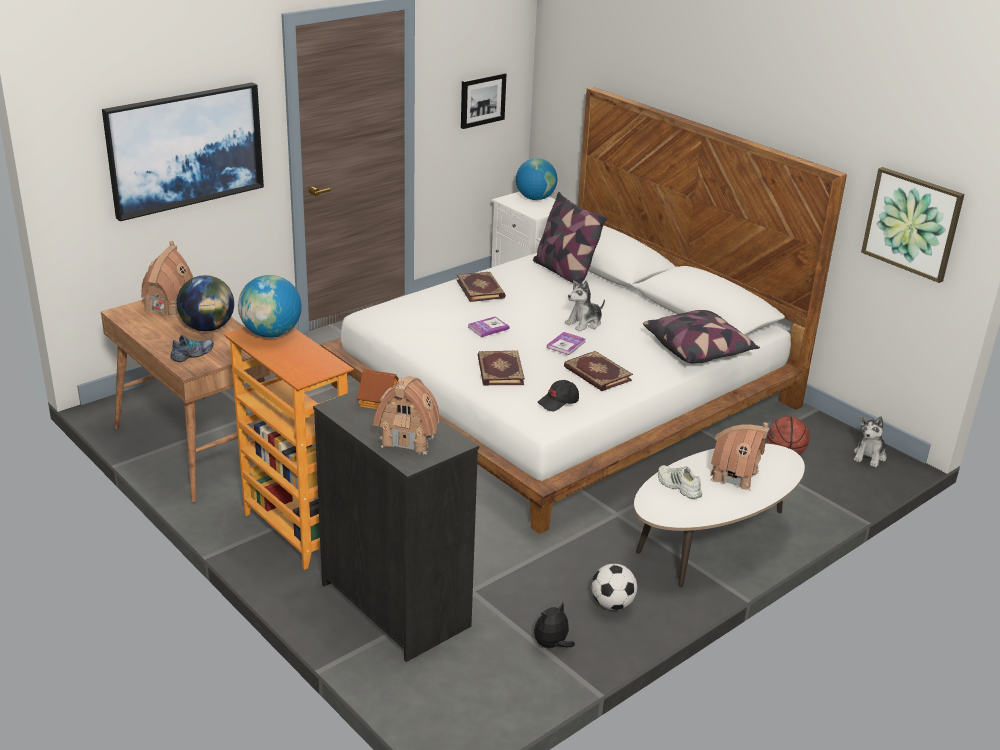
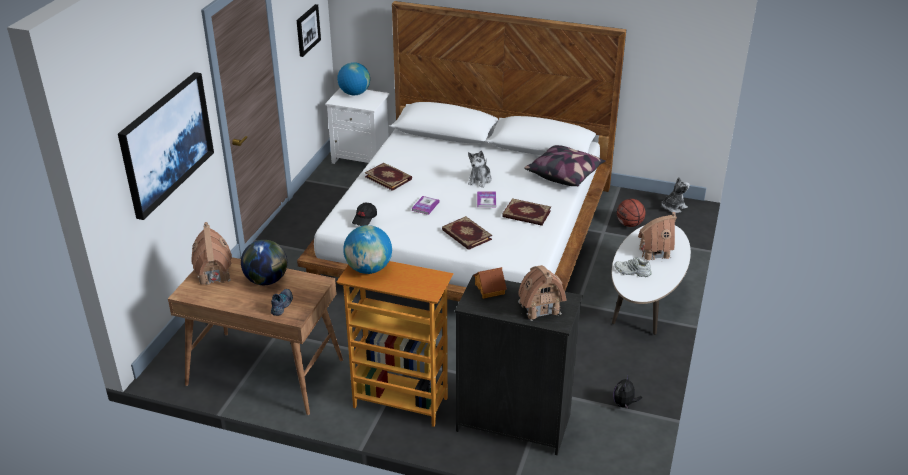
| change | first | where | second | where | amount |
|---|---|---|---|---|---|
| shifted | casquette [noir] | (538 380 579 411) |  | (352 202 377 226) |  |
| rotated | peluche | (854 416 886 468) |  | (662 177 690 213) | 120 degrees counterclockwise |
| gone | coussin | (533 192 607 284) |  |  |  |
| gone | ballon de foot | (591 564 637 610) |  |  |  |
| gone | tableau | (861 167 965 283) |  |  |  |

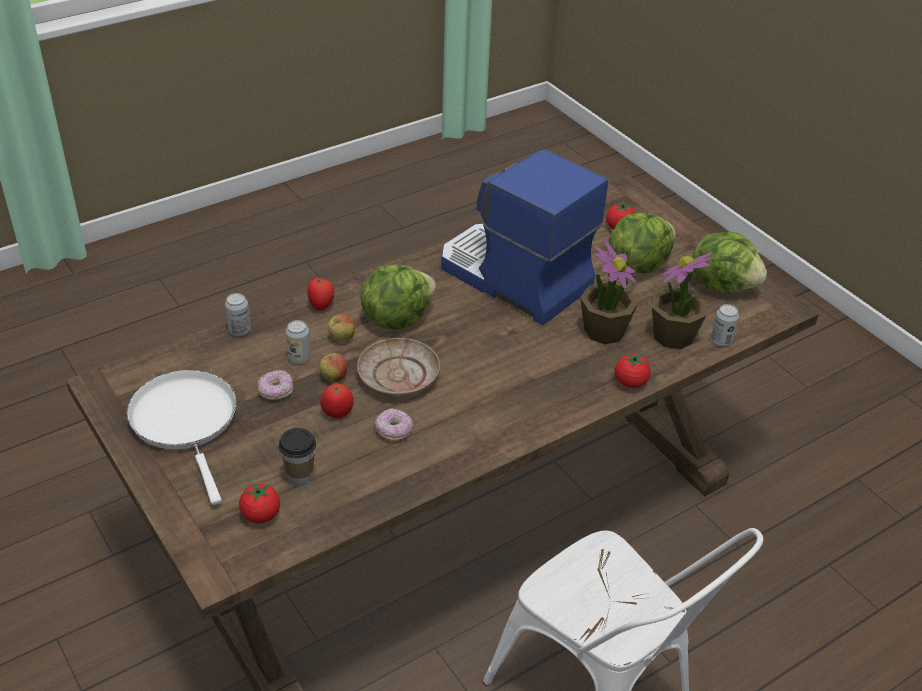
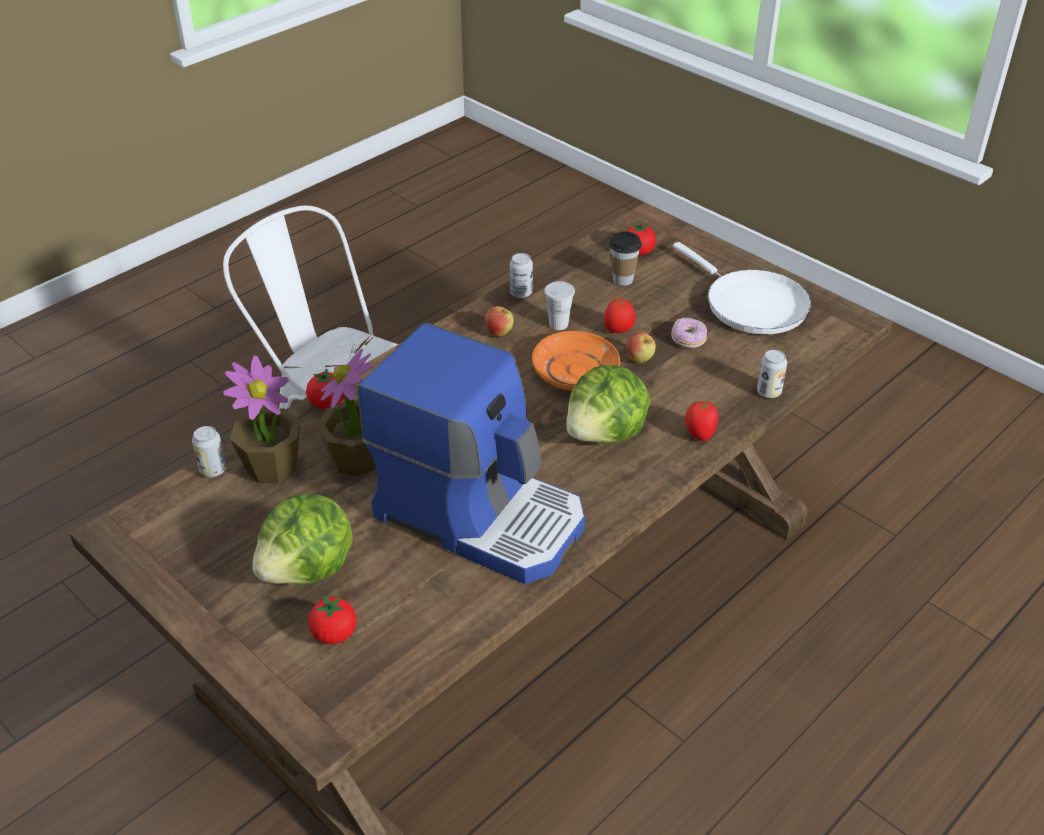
| change | first | where | second | where | amount |
|---|---|---|---|---|---|
| shifted | pomme | (328 314 355 342) |  | (485 306 514 336) |  |
| shifted | boîte métallique | (286 320 311 364) |  | (510 253 533 298) |  |
| repainted | assiette [beige] | (357 338 440 397) | assiette [orange] | (532 331 620 391) |  |
| swapped | beignet | (375 408 413 441) | tasse [blanc] | (544 281 575 330) |  |
| gone | laitue | (692 232 767 293) |  |  |  |

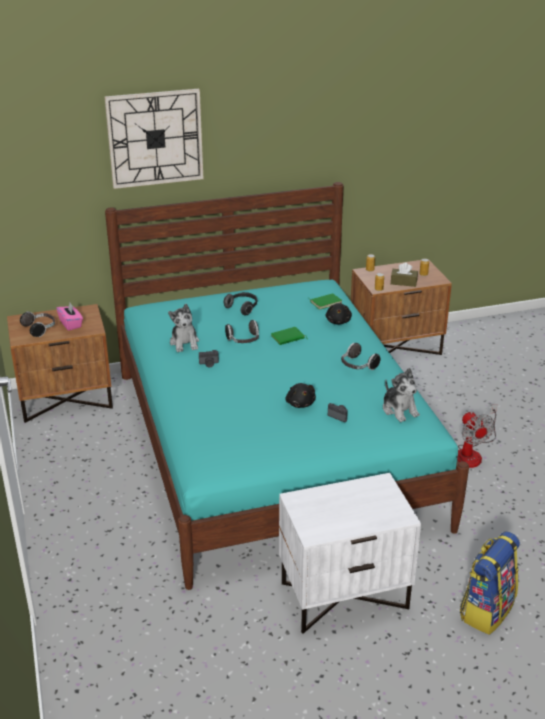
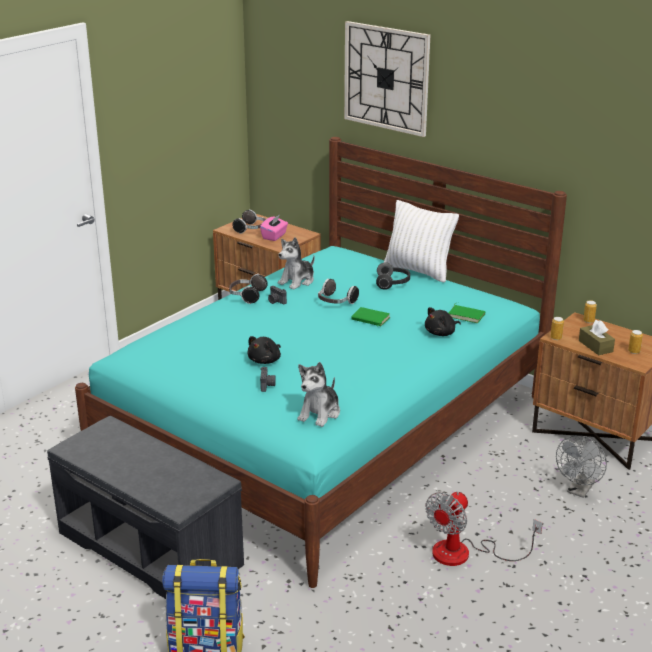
| change | first | where | second | where | amount |
|---|---|---|---|---|---|
| swapped | table de chevet [blanc] | (279 473 421 634) | banc [gris] | (47 416 244 599) |  |
| shifted | casque audio | (341 343 380 370) |  | (229 274 268 304) |  |
| new |  |  | coussin [blanc] | (384 200 459 283) |  |
| new |  |  | ventilateur [gris] | (556 435 607 498) |  |

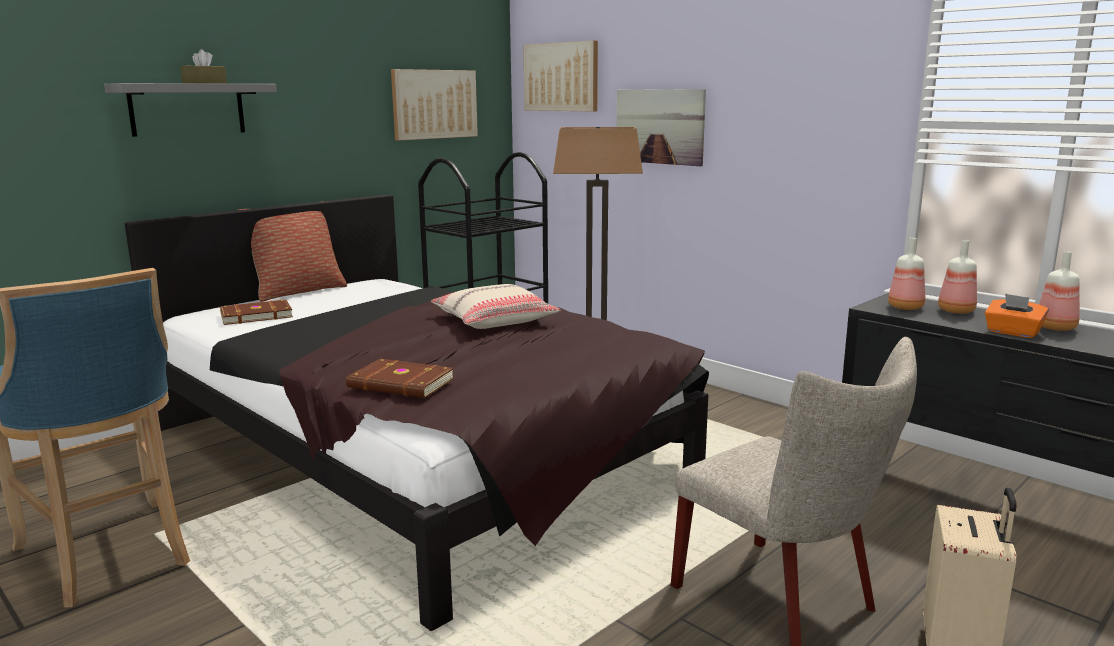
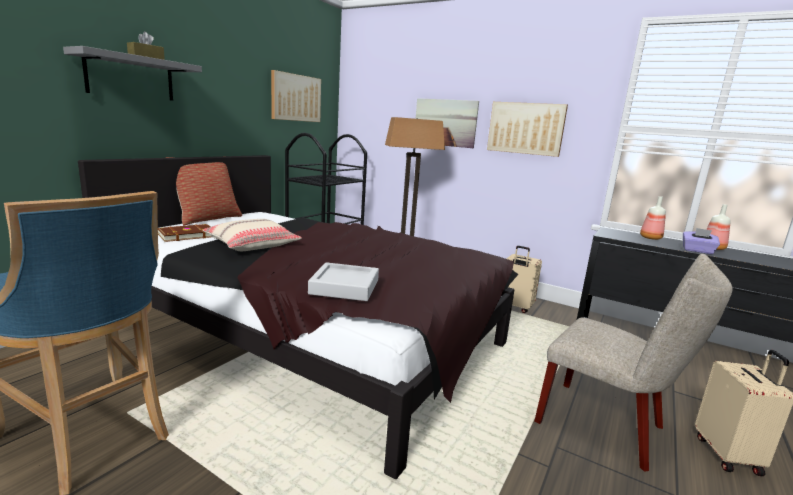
| change | first | where | second | where | amount |
|---|---|---|---|---|---|
| shifted | coussin [beige] | (431 284 560 329) |  | (203 219 302 251) |  |
| swapped | livre [marron] | (346 359 454 398) | plateau [gris] | (308 262 379 301) |  |
| shifted | tableau | (523 40 598 111) |  | (487 102 568 157) |  |
| new |  |  | valise [beige] | (506 246 542 313) |  |
| repainted | boîte à mouchoirs [orange] | (985 293 1049 338) | boîte à mouchoirs [violet] | (683 228 720 254) |  |
| gone | bouteille | (888 238 925 310) |  |  |  |

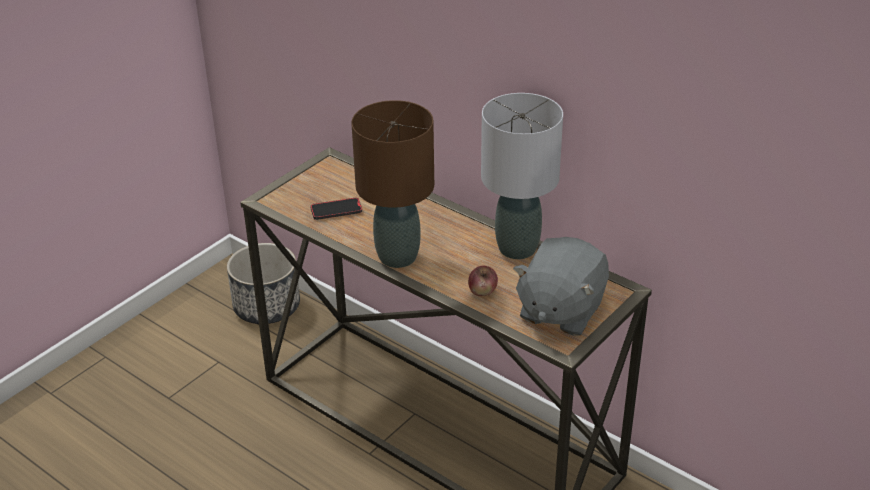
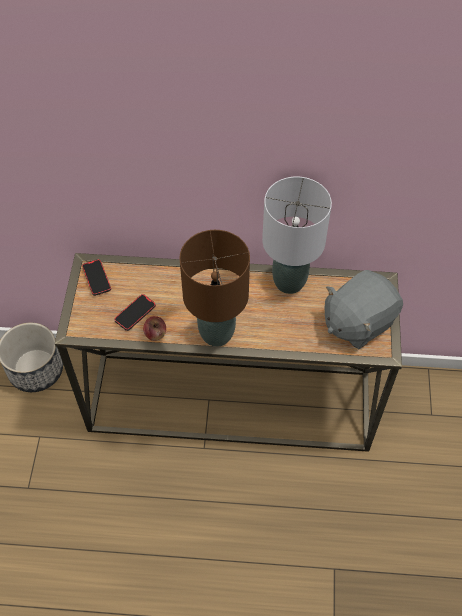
| change | first | where | second | where | amount |
|---|---|---|---|---|---|
| new |  |  | téléphone | (82 259 111 296) |  |
| shifted | pomme | (468 266 498 296) |  | (143 316 166 341) |  |
| rotated | peluche [gris] | (513 237 609 336) |  | (325 270 403 349) | 60 degrees clockwise |

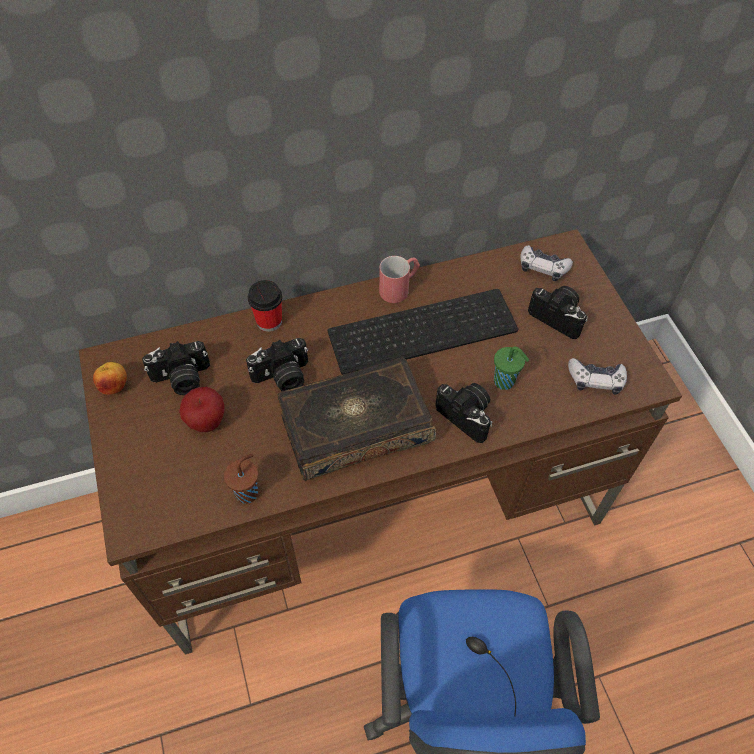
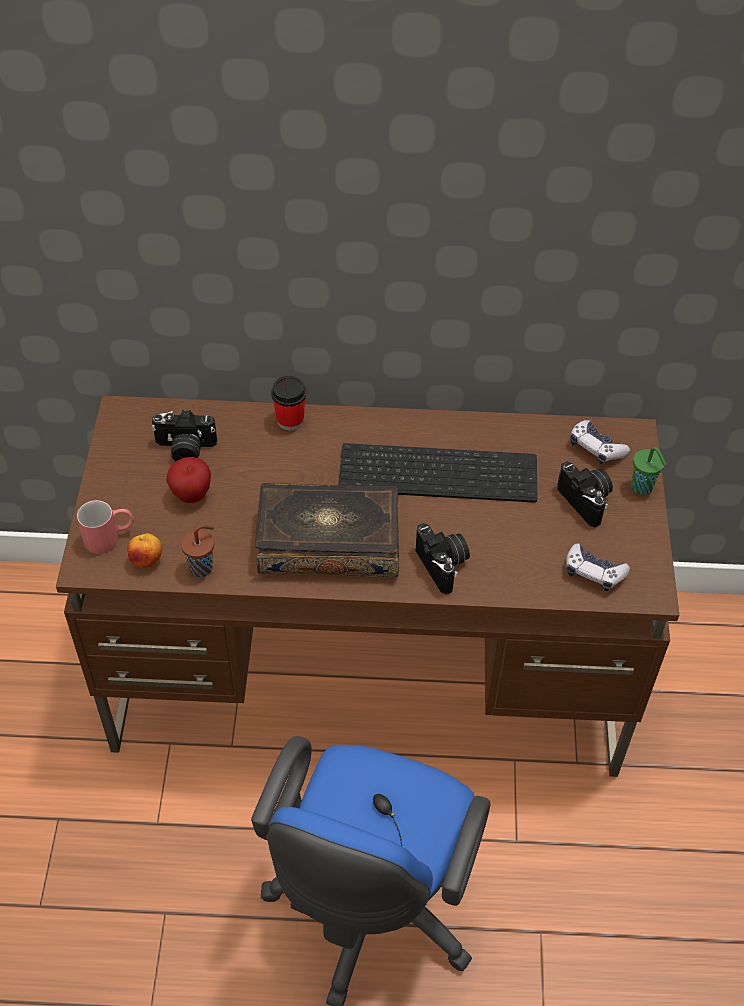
| change | first | where | second | where | amount |
|---|---|---|---|---|---|
| shifted | mug [rouge] | (379 256 420 303) |  | (77 500 134 554) |  |
| shifted | pomme | (93 362 127 395) |  | (127 533 162 568) |  |
| shifted | tasse [vert] | (494 347 529 390) |  | (631 447 666 495) |  |
| gone | appareil photo | (246 338 308 391) |  |  |  |

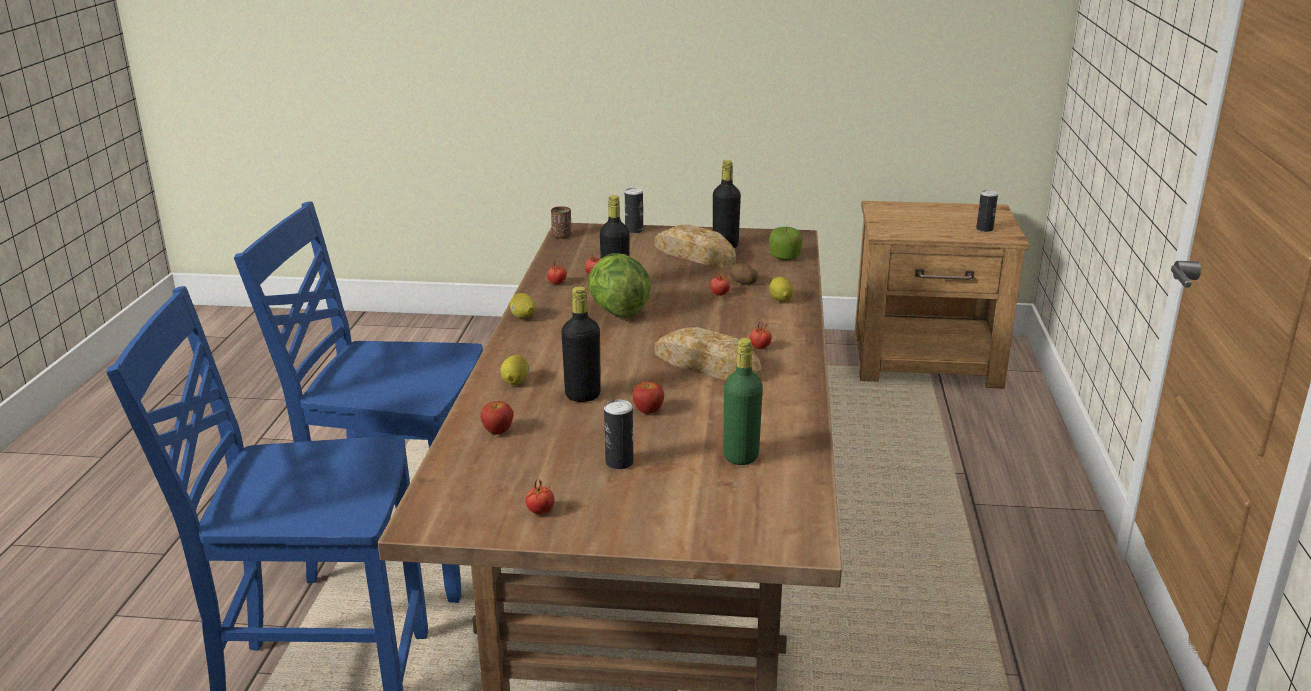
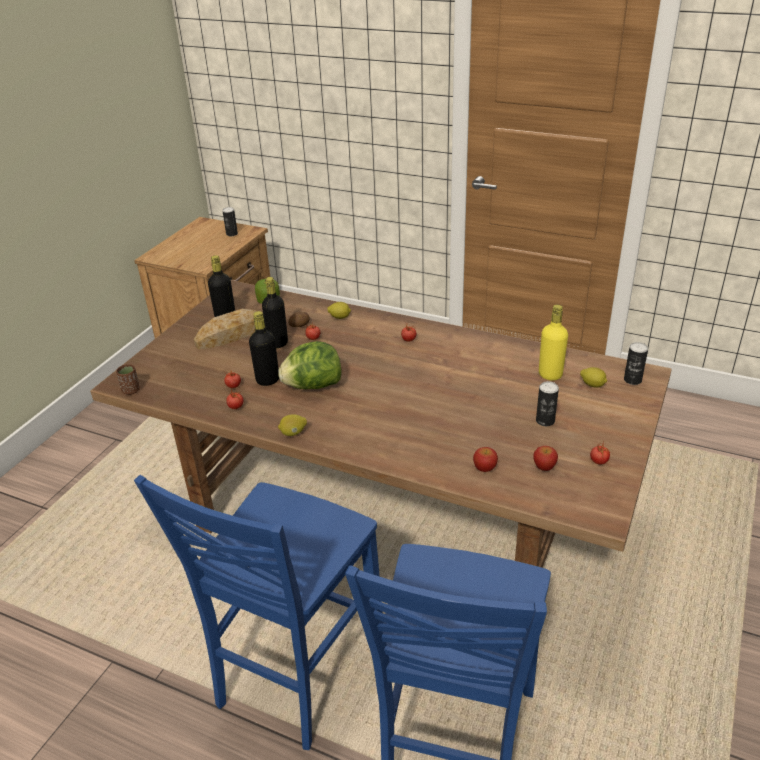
| change | first | where | second | where | amount |
|---|---|---|---|---|---|
| shifted | bouteille [noir] | (561 286 601 402) |  | (262 277 288 348) |  |
| shifted | pomme | (632 382 664 414) |  | (533 446 558 471) |  |
| repainted | bouteille [vert] | (723 338 763 465) | bouteille [jaune] | (539 305 568 380) |  |
| shifted | citron | (501 355 529 385) |  | (580 367 607 388) |  |
| shifted | boîte métallique | (625 188 643 234) |  | (624 342 648 385) |  |
| gone | pain | (655 327 762 381) |  |  |  |

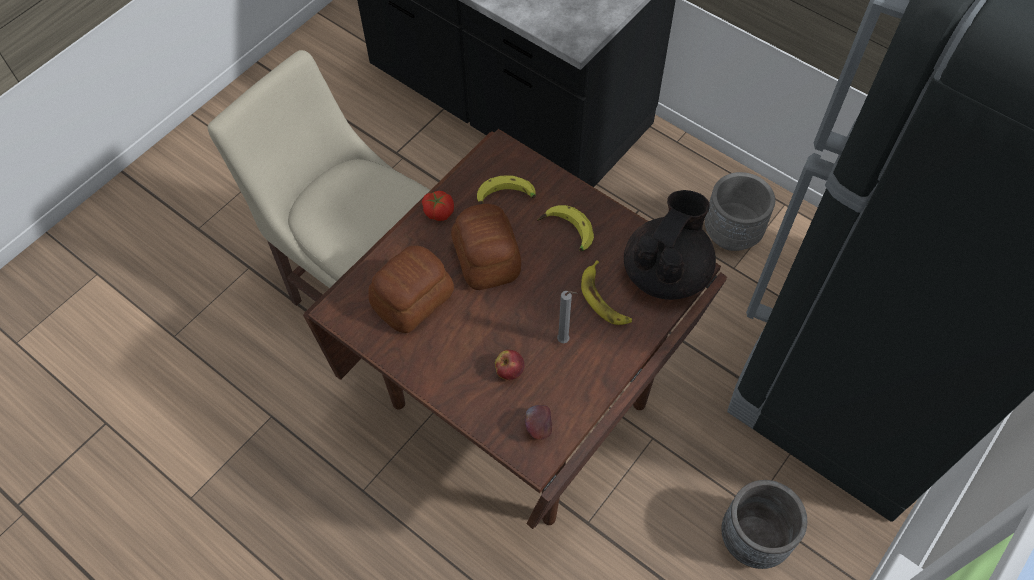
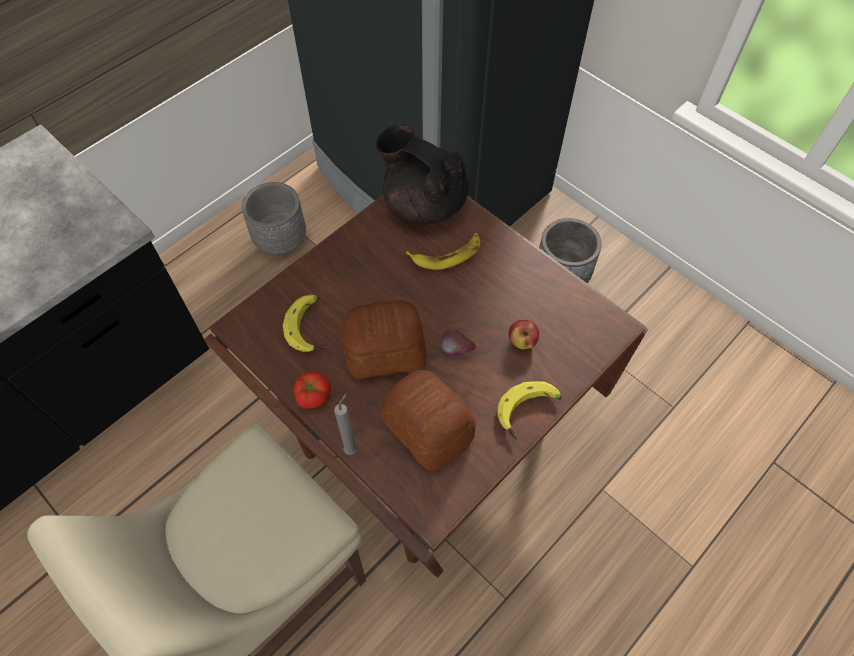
| change | first | where | second | where | amount |
|---|---|---|---|---|---|
| shifted | bougie [gris] | (557 291 578 343) |  | (334 393 357 455) |  |
| shifted | pomme | (525 405 552 440) |  | (439 330 476 356) |  |
| shifted | banane | (537 205 594 251) |  | (497 381 562 440) |  |

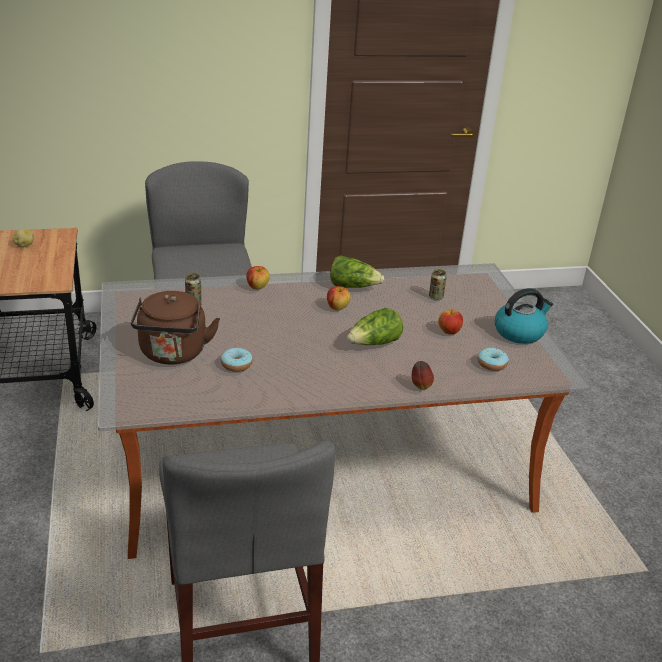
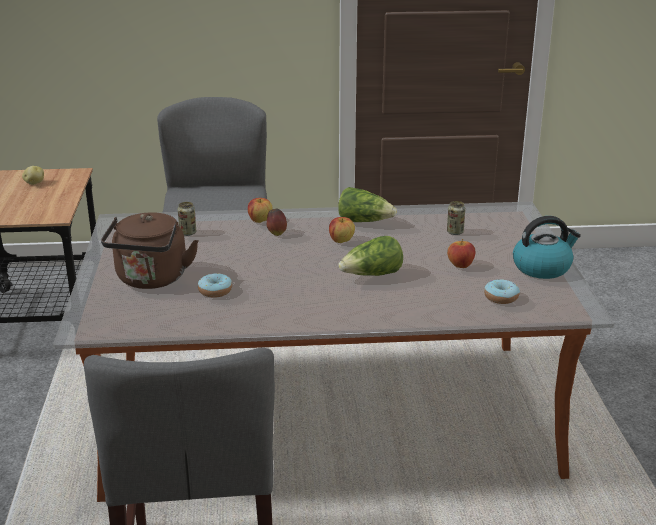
| change | first | where | second | where | amount |
|---|---|---|---|---|---|
| shifted | pomme | (412 361 434 390) |  | (267 208 287 236) |  |

